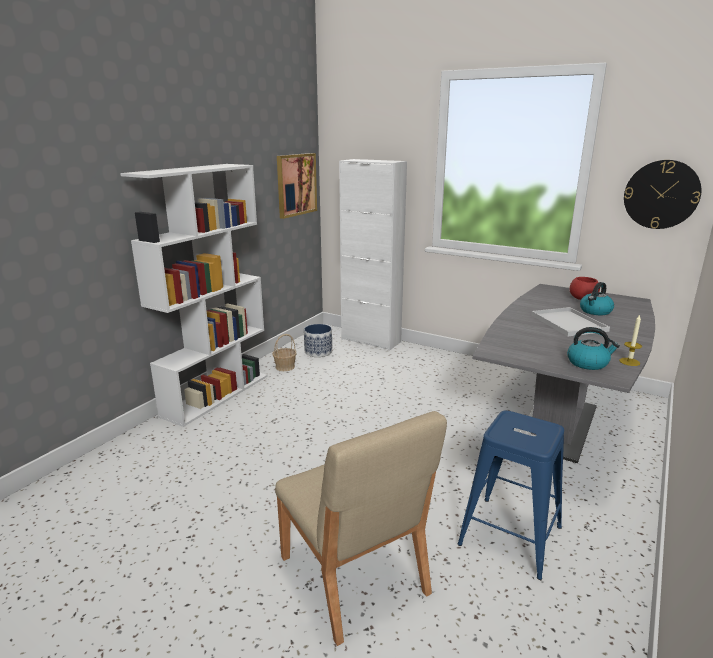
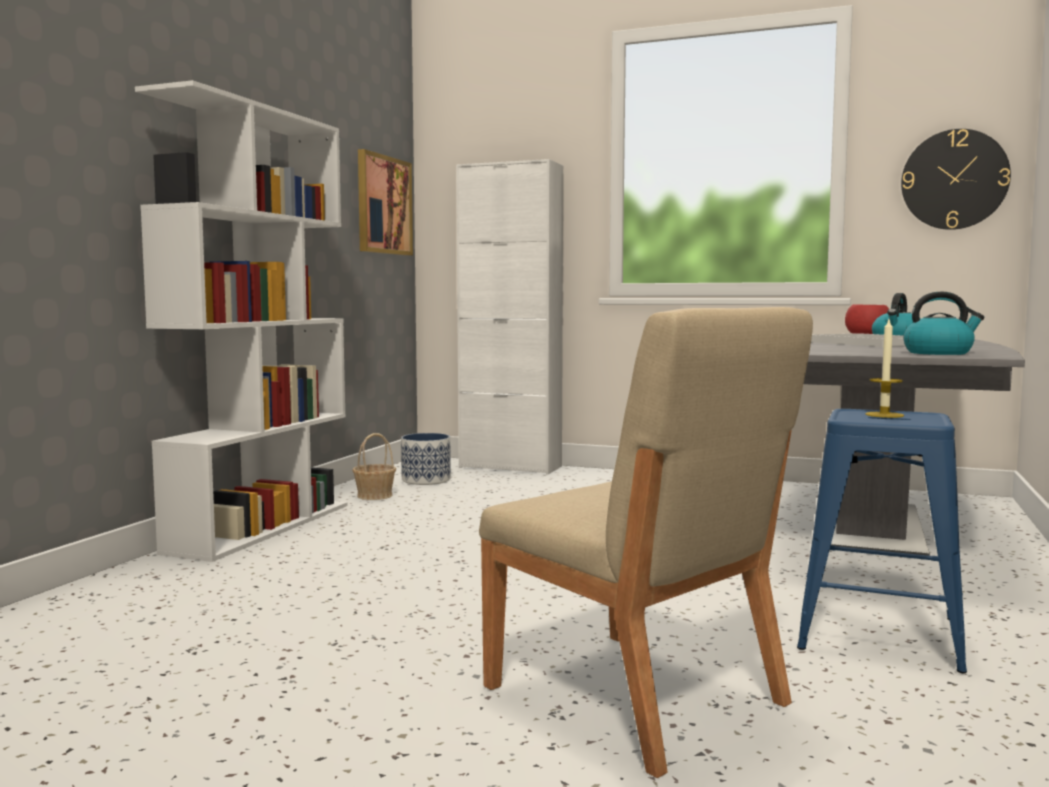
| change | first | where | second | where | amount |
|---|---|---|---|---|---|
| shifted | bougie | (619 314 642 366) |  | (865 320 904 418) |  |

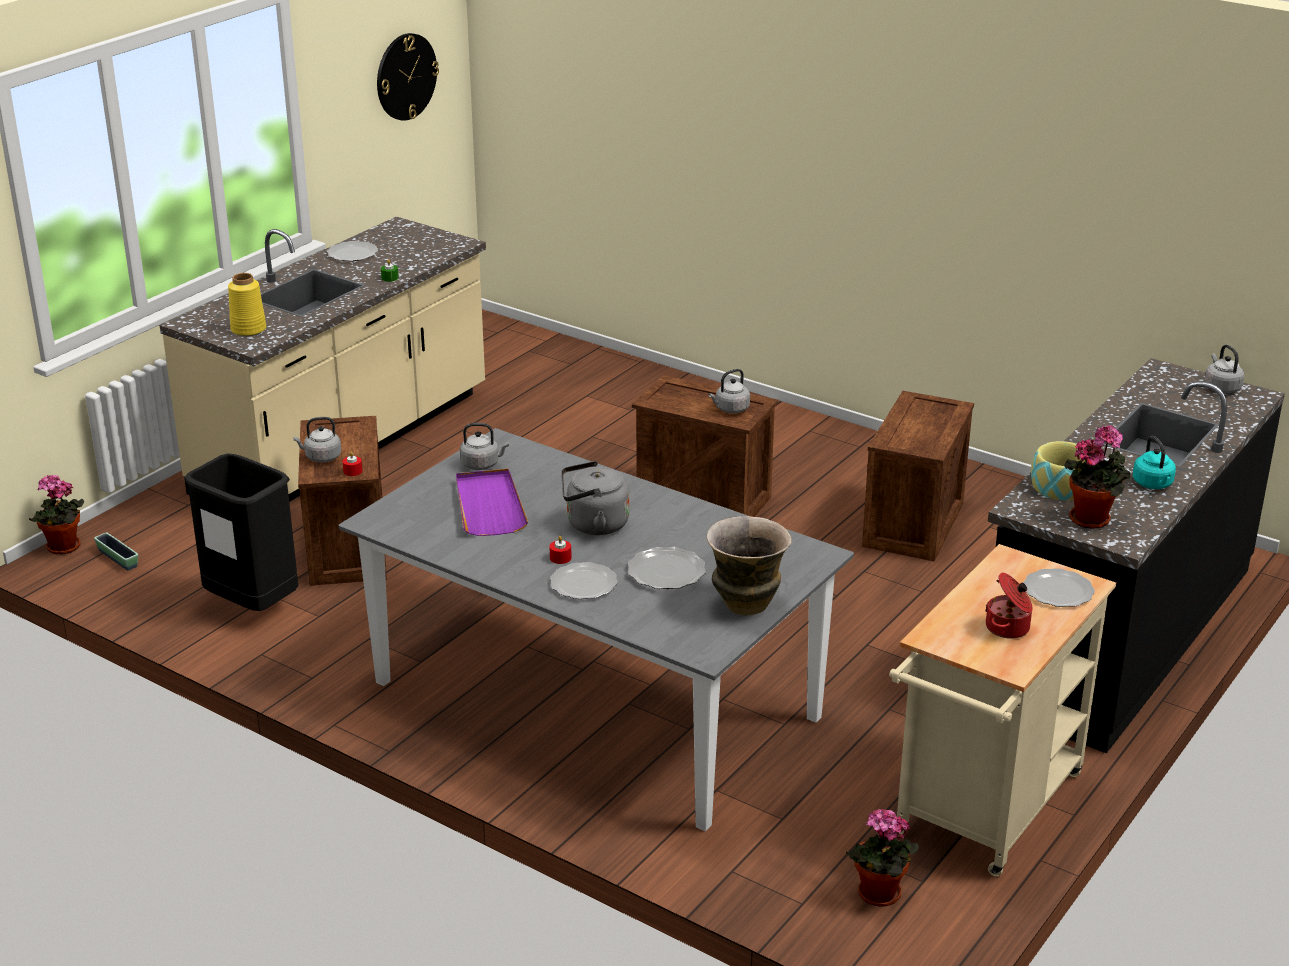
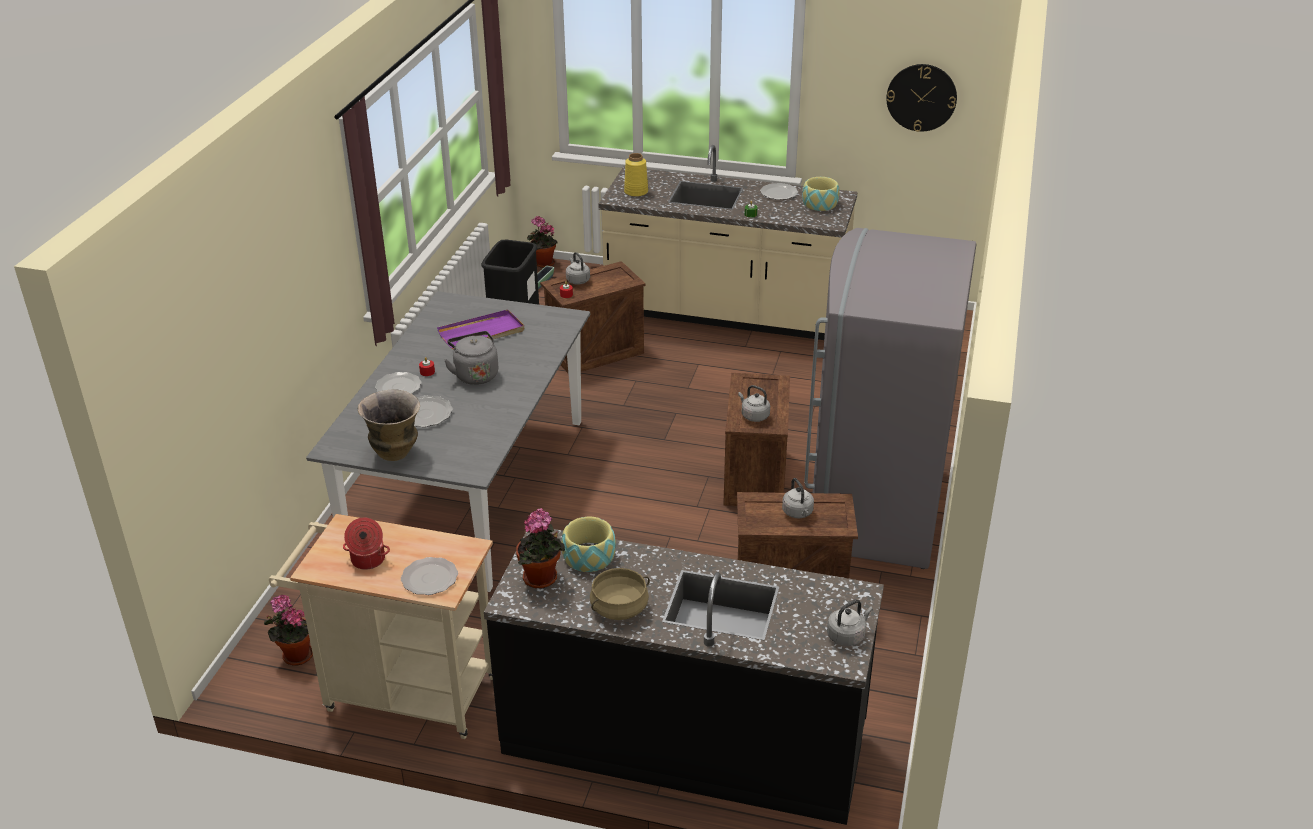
| change | first | where | second | where | amount |
|---|---|---|---|---|---|
| swapped | bouilloire [turquoise] | (1133 436 1176 489) | marmite [beige] | (590 568 650 620) |  |
| shifted | bouilloire [gris] | (460 423 509 470) |  | (782 478 814 518) |  |
| new |  |  | bol | (802 177 840 211) |  |
| new |  |  | réfrigérateur [gris] | (804 228 976 569) |  |

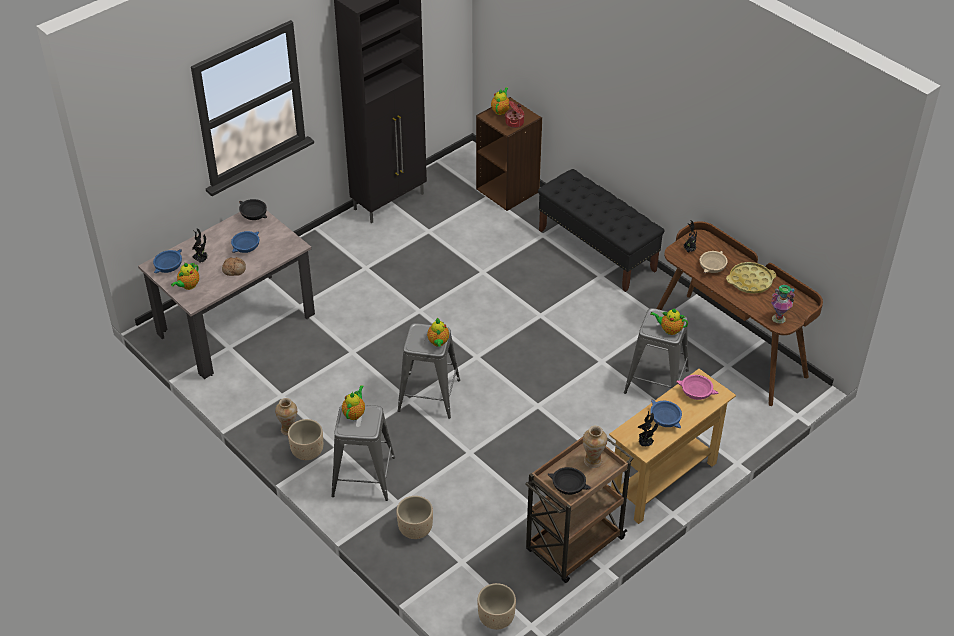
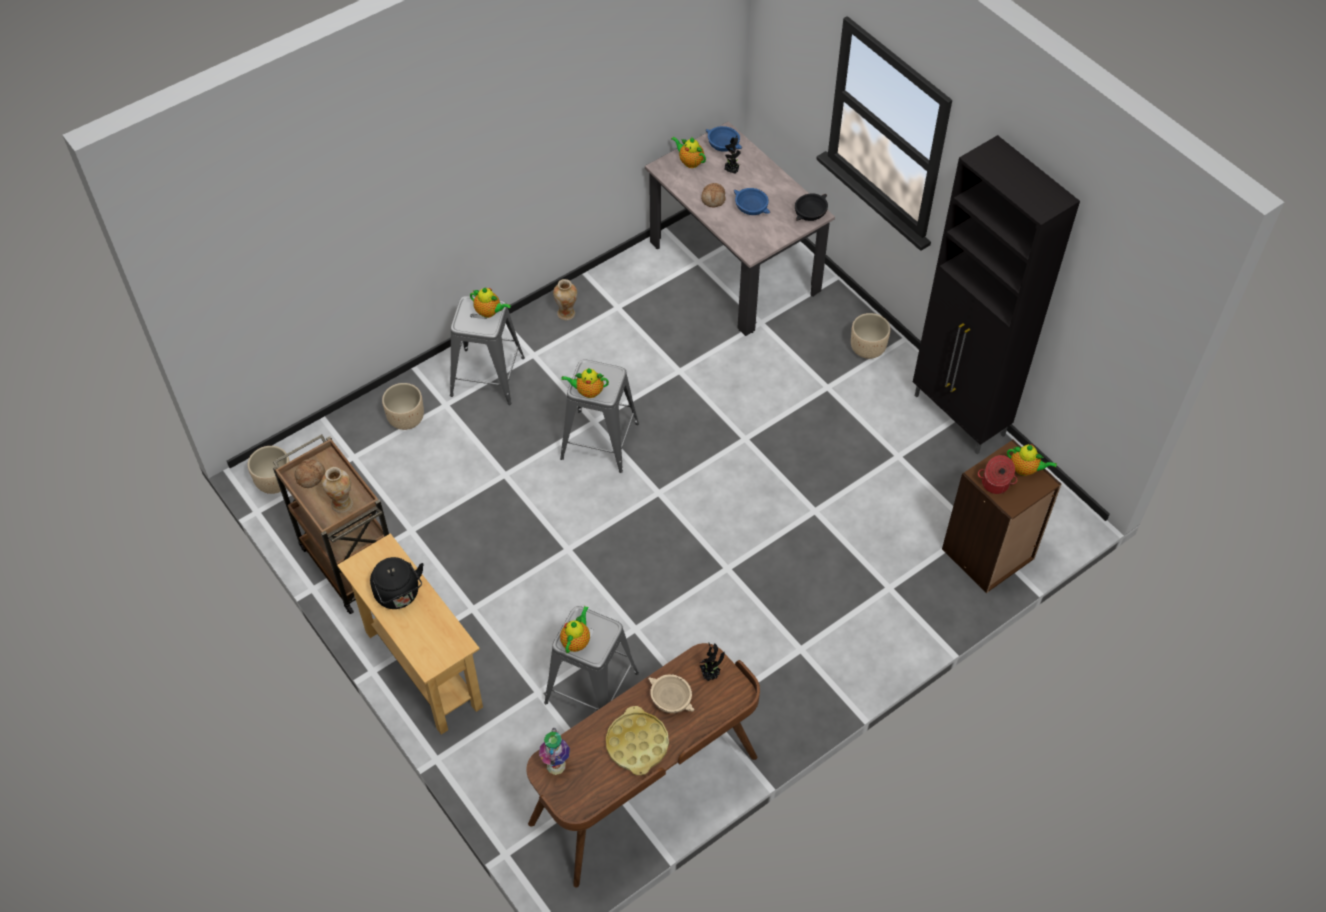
| change | first | where | second | where | amount |
|---|---|---|---|---|---|
| swapped | bol [noir] | (548 467 591 495) | pain | (294 459 325 488) |  |
| swapped | bol [bleu] | (650 400 682 428) | bouilloire [noir] | (370 557 424 609) |  |
| shifted | cache-pot [beige] | (288 419 323 460) |  | (851 313 890 359) |  |
| gone | banc [noir] | (538 169 665 292) |  |  |  |
| gone | plante en pot | (638 411 659 447) |  |  |  |
| gone | bol [rose] | (676 375 718 400) |  |  |  |

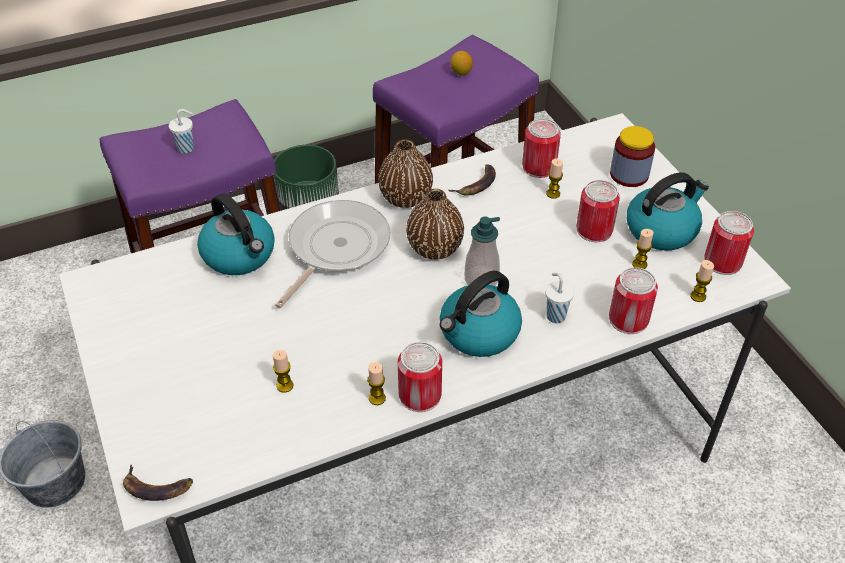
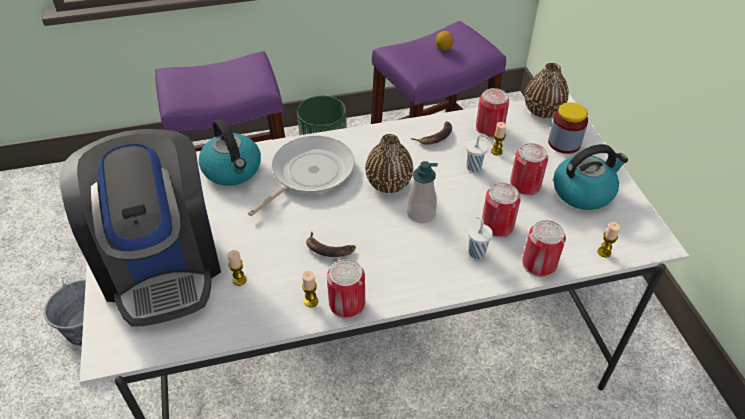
| change | first | where | second | where | amount |
|---|---|---|---|---|---|
| new |  |  | machine à café | (59 129 221 327) |  |
| shifted | banane | (123 464 193 501) |  | (306 231 356 257) |  |
| shifted | tasse [blanc] | (169 109 194 154) |  | (466 134 490 172) |  |
| shifted | boîte métallique | (704 211 754 275) |  | (482 183 521 238) |  |
| shifted | vase [marron] | (378 139 433 208) |  | (525 63 569 118) |  |
| gone | bouilloire | (440 271 522 357) |  |  |  |
| gone | bougie | (632 229 654 269) |  |  |  |

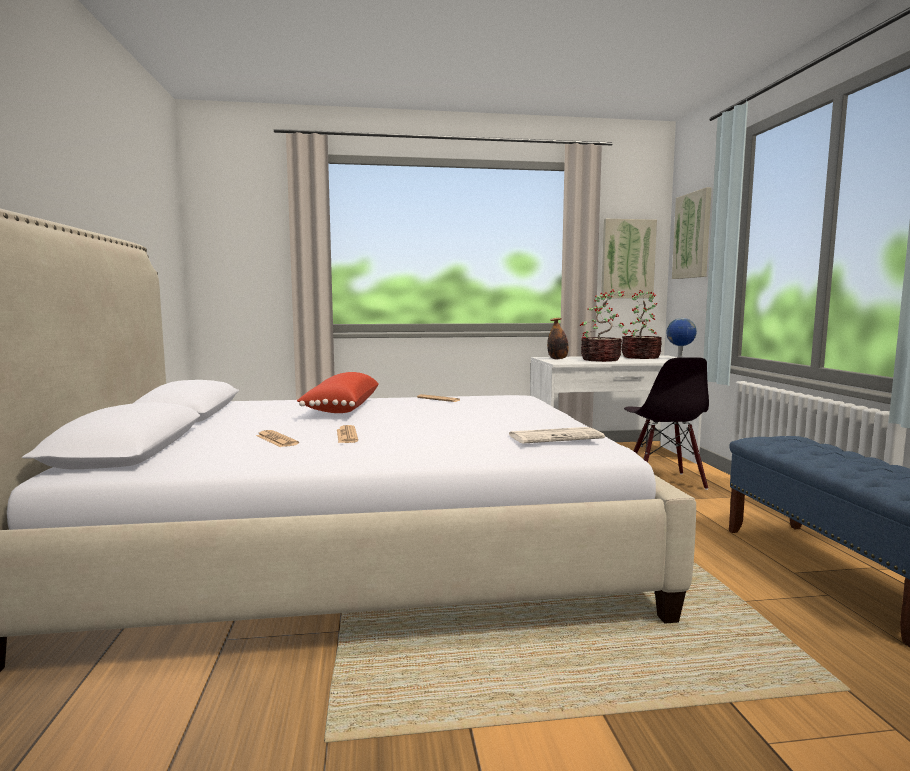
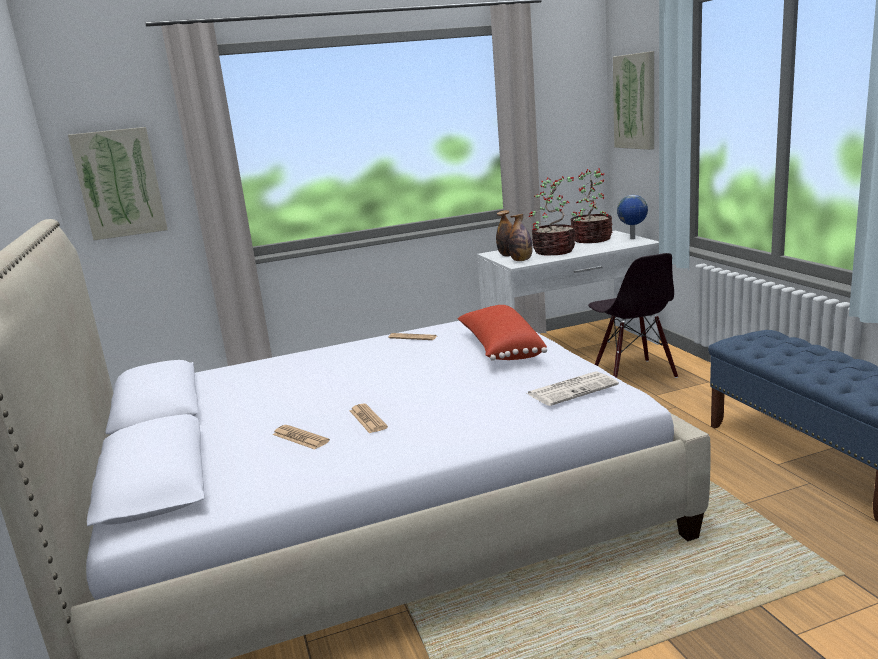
| change | first | where | second | where | amount |
|---|---|---|---|---|---|
| shifted | tableau | (601 219 657 298) |  | (68 127 168 240) |  |
| shifted | coussin [rouge] | (297 372 379 413) |  | (458 305 547 361) |  |
| new |  |  | bouteille | (508 214 533 261) |  |

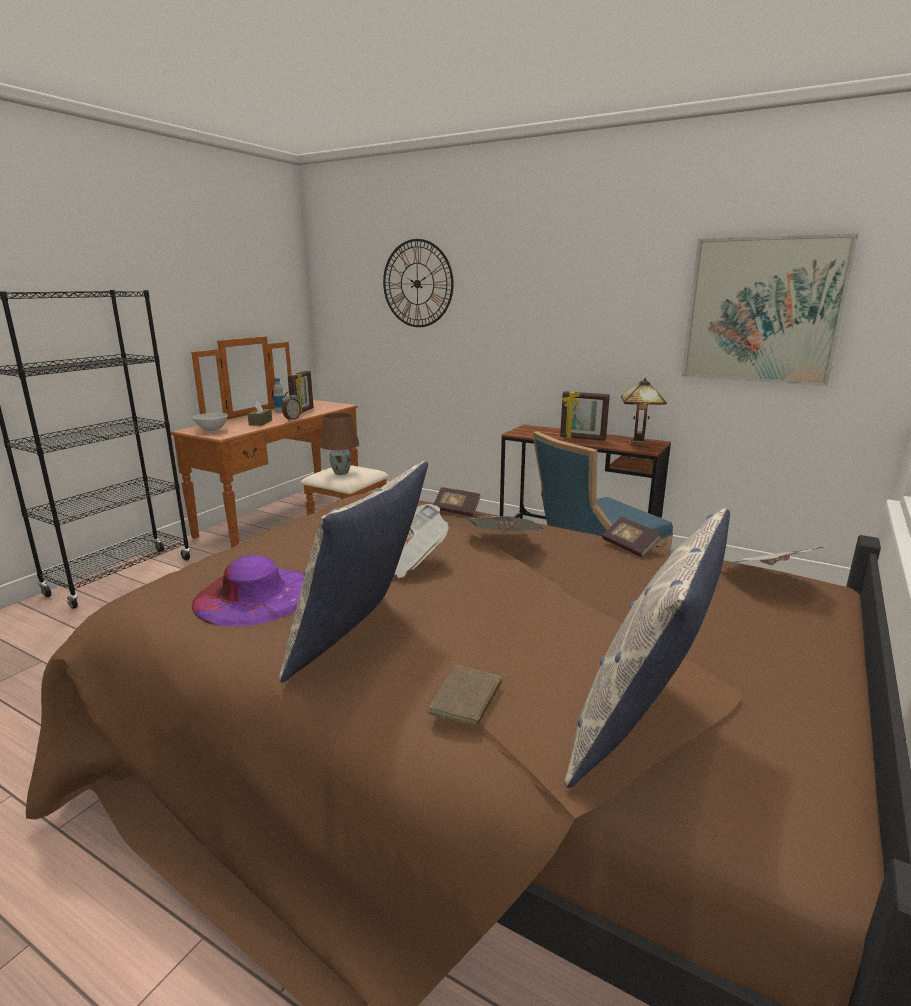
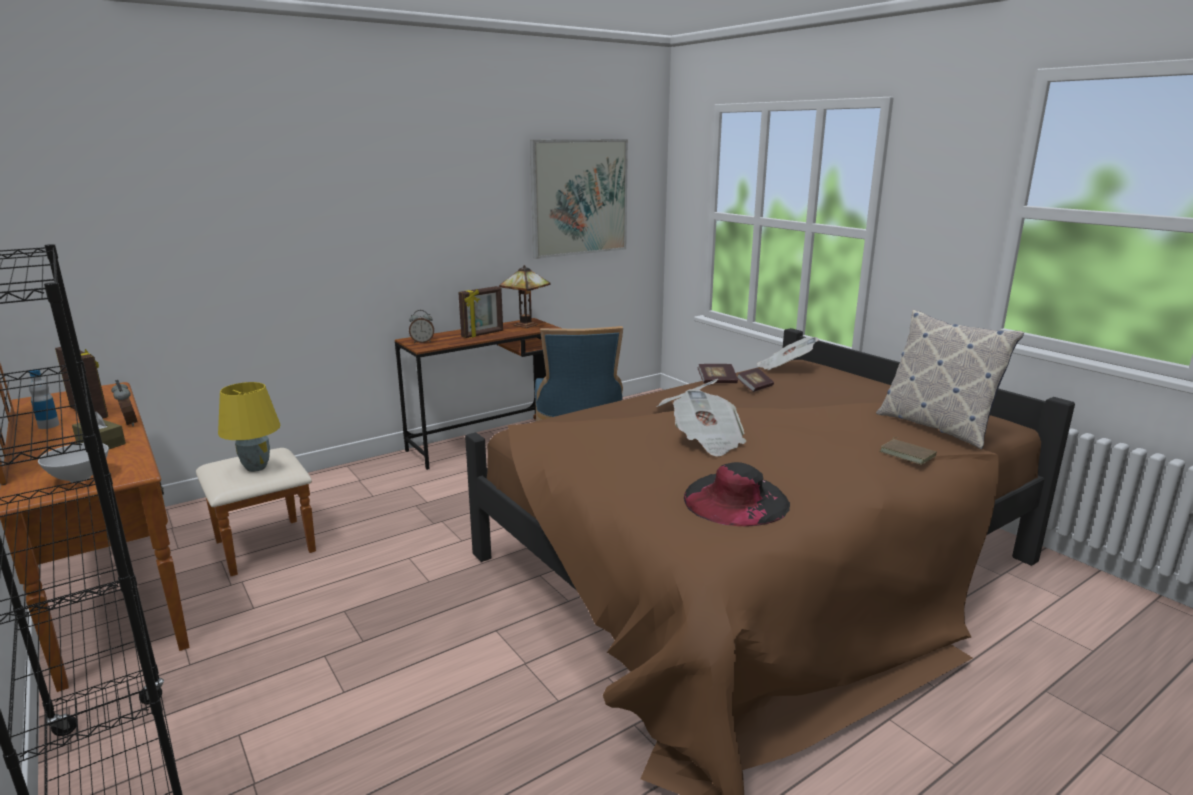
| change | first | where | second | where | amount |
|---|---|---|---|---|---|
| repainted | lampe de table [marron] | (319 413 359 475) | lampe de table [jaune] | (218 382 281 472) |  |
| new |  |  | réveil | (409 310 434 343) |  |
| repainted | chapeau [violet] | (191 555 304 627) | chapeau [noir] | (684 462 790 526) |  |
| shifted | livre | (433 487 480 517) |  | (736 368 774 392) |  |
| gone | coussin | (279 461 428 683) |  |  |  |
| gone | horloge murale | (383 239 454 327) |  |  |  |

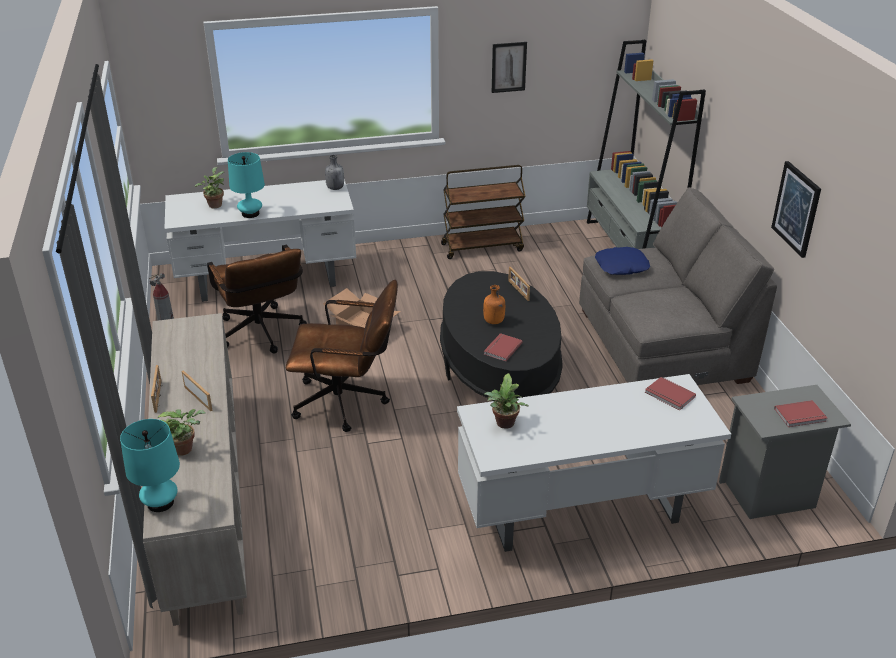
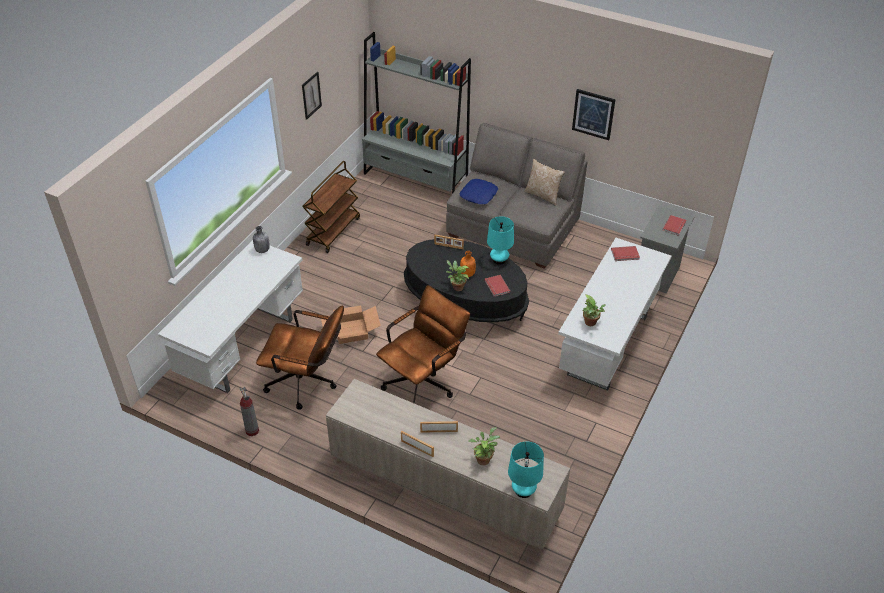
| change | first | where | second | where | amount |
|---|---|---|---|---|---|
| shifted | plante en pot | (195 167 224 209) |  | (446 260 470 291) |  |
| shifted | lampe de table [turquoise] | (228 152 265 218) |  | (487 216 514 265) |  |
| new |  |  | coussin | (524 159 565 206) |  |

